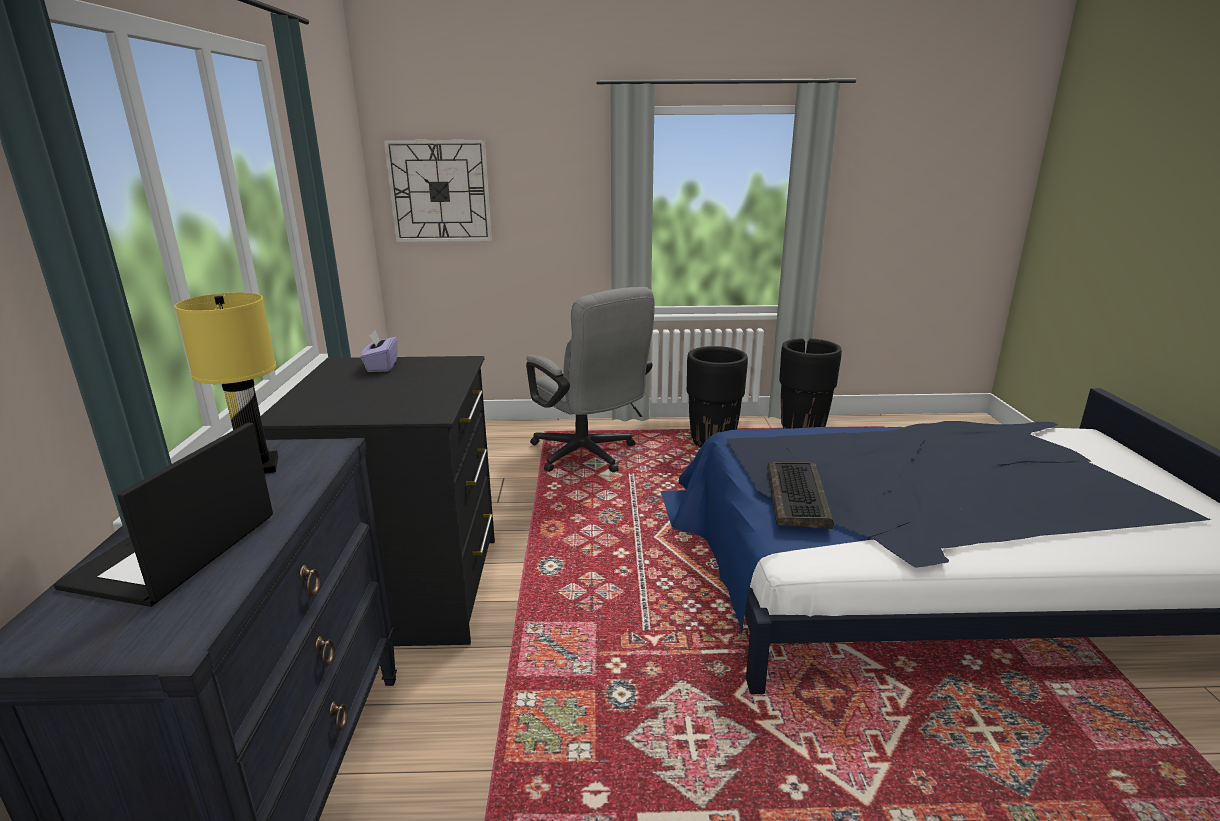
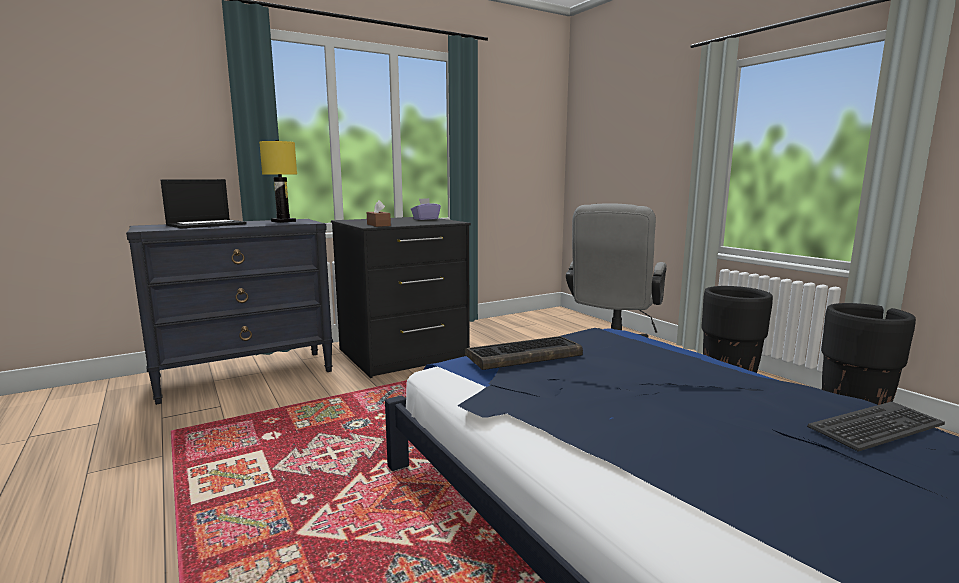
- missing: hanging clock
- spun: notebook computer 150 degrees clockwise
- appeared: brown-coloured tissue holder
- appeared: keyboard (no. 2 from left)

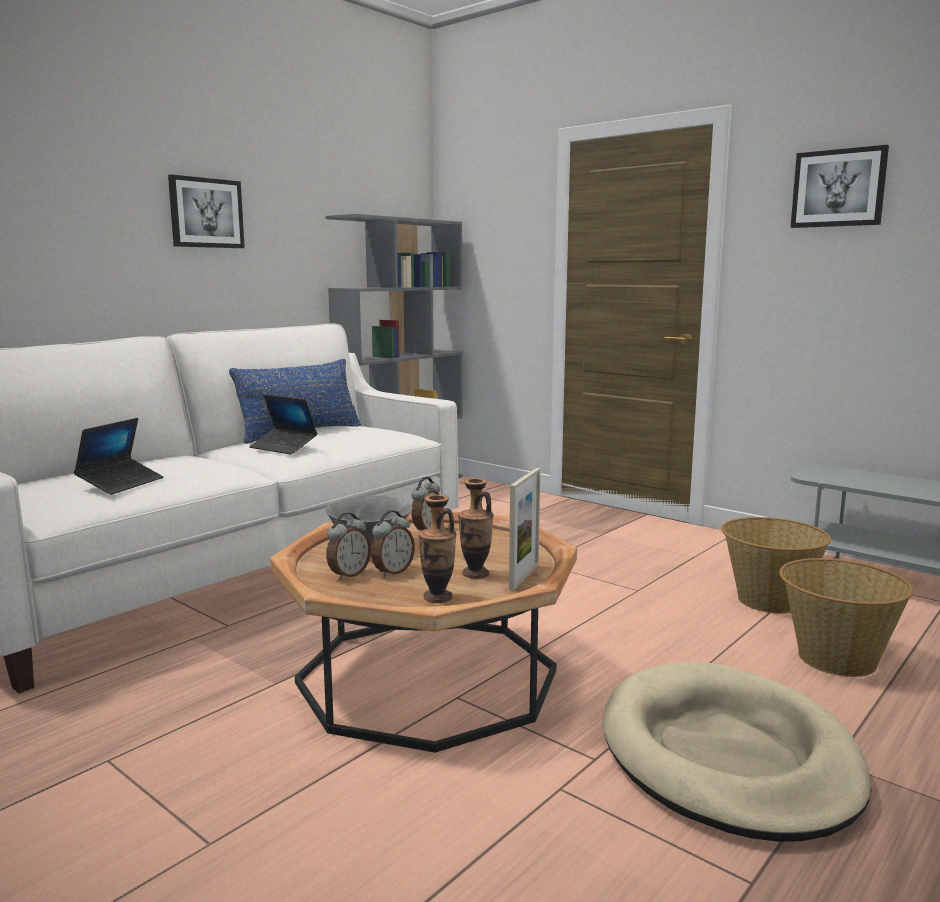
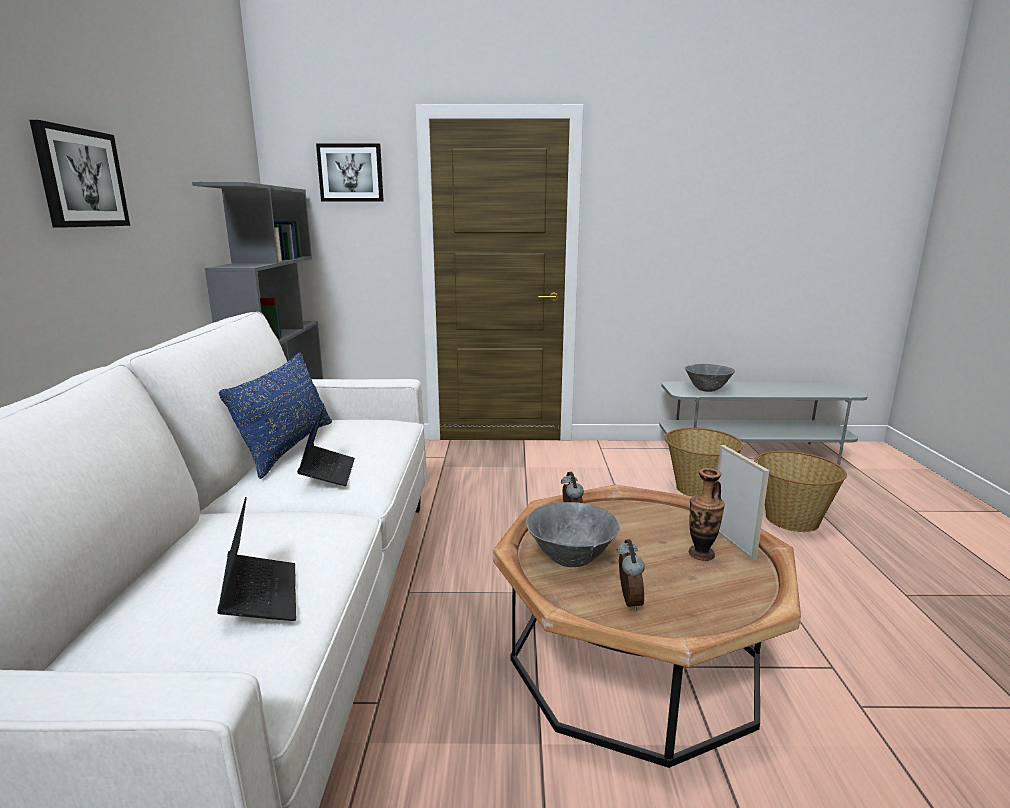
- relocated: wall picture (no. 2 from left)
- spun: notebook computer (no. 2 from left) 90 degrees counterclockwise
- missing: flower vase (no. 1 from left)
- missing: alarm clock (no. 2 from left)
- missing: sand-coloured dog cushion
- appeared: greyish serving bowl (no. 2 from left)

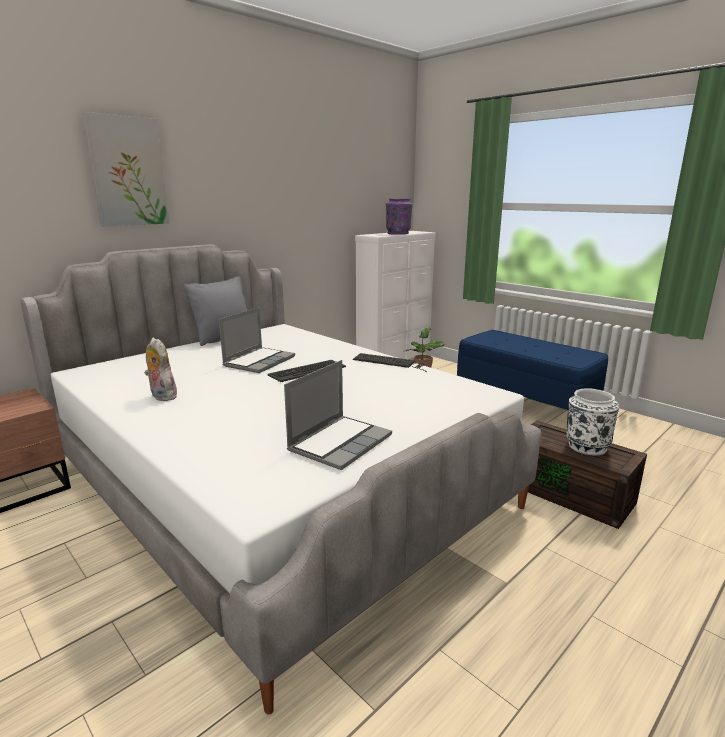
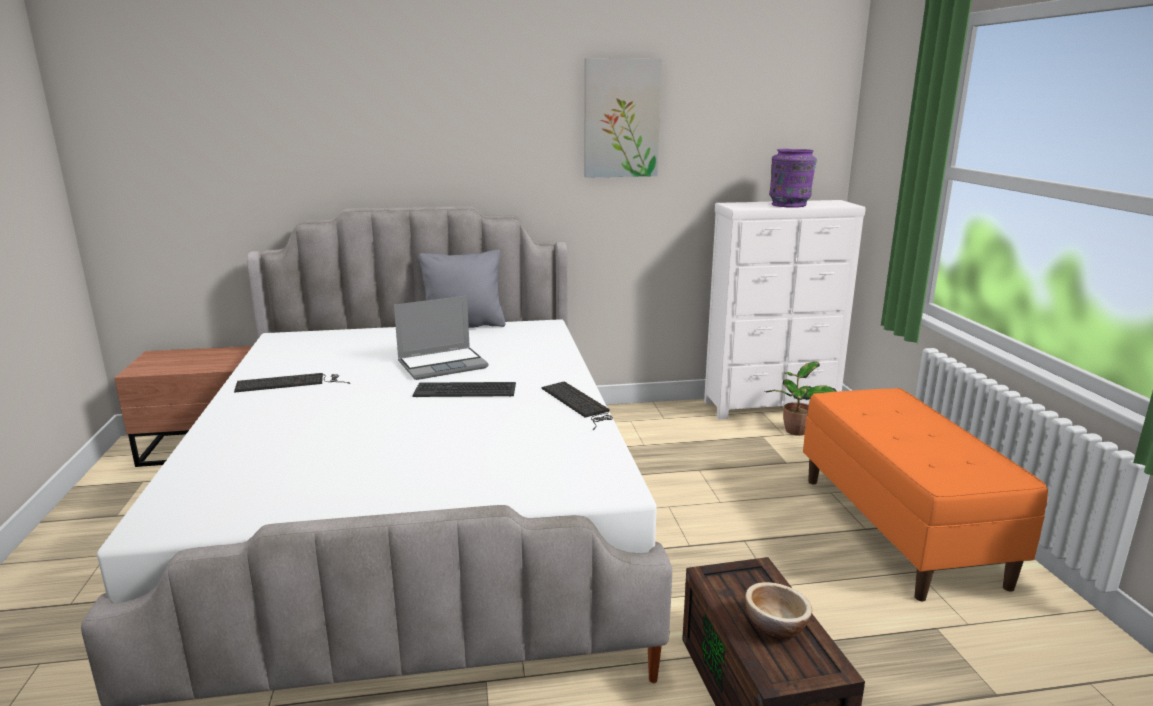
- relocated: wall picture
- colour: bluish indoor bench to orange indoor bench
- exchanged: soft toy to keyboard (no. 1 from left)
- missing: notebook computer (no. 2 from left)
- exchanged: white flower vase to serving bowl

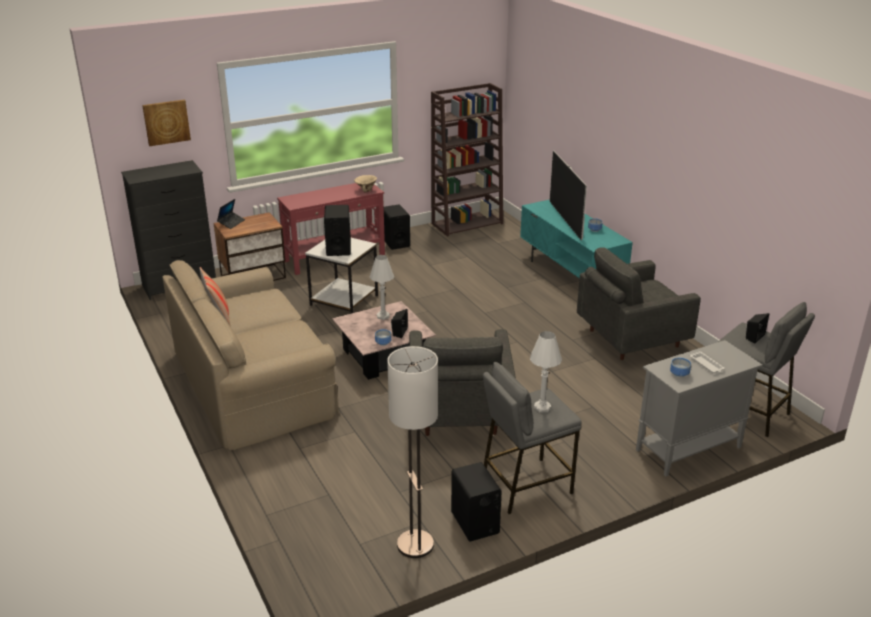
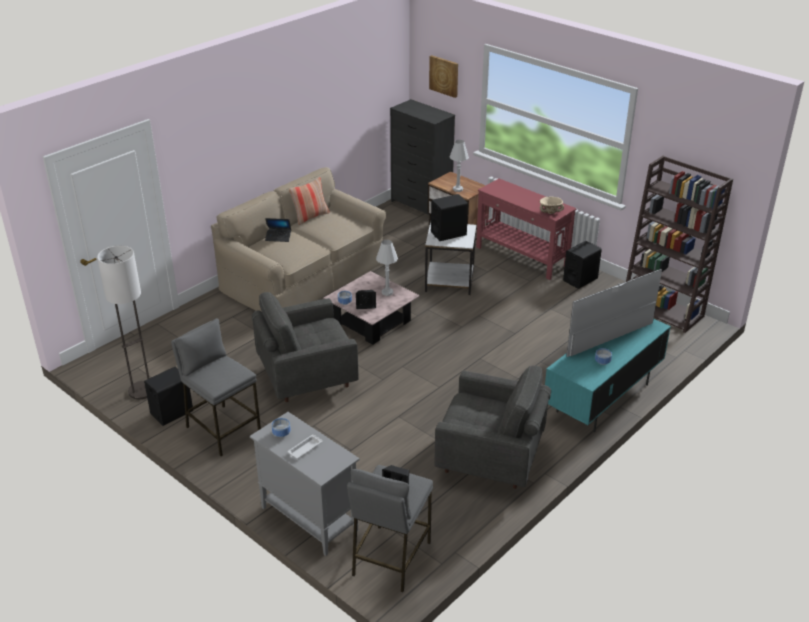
- relocated: notebook computer
- spun: greyish easy chair (no. 2 from left) 150 degrees clockwise
- relocated: white tabletop lamp (no. 2 from left)

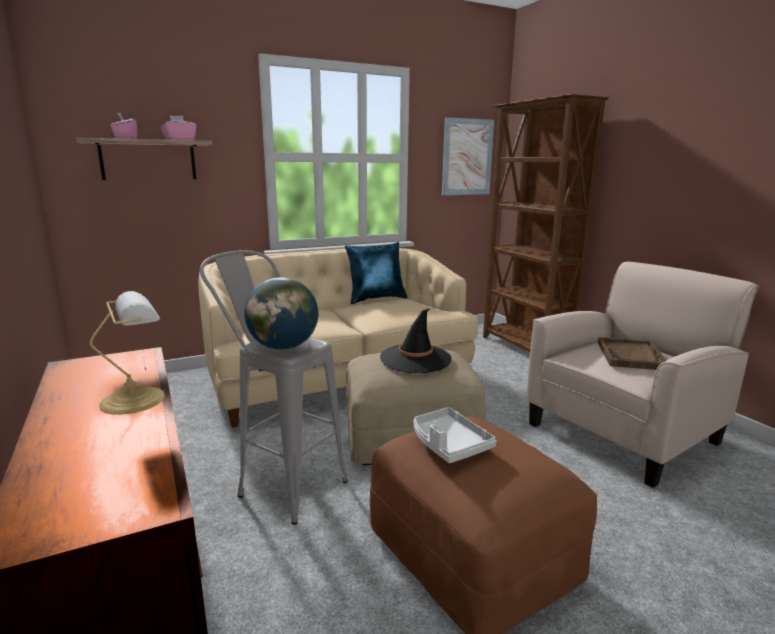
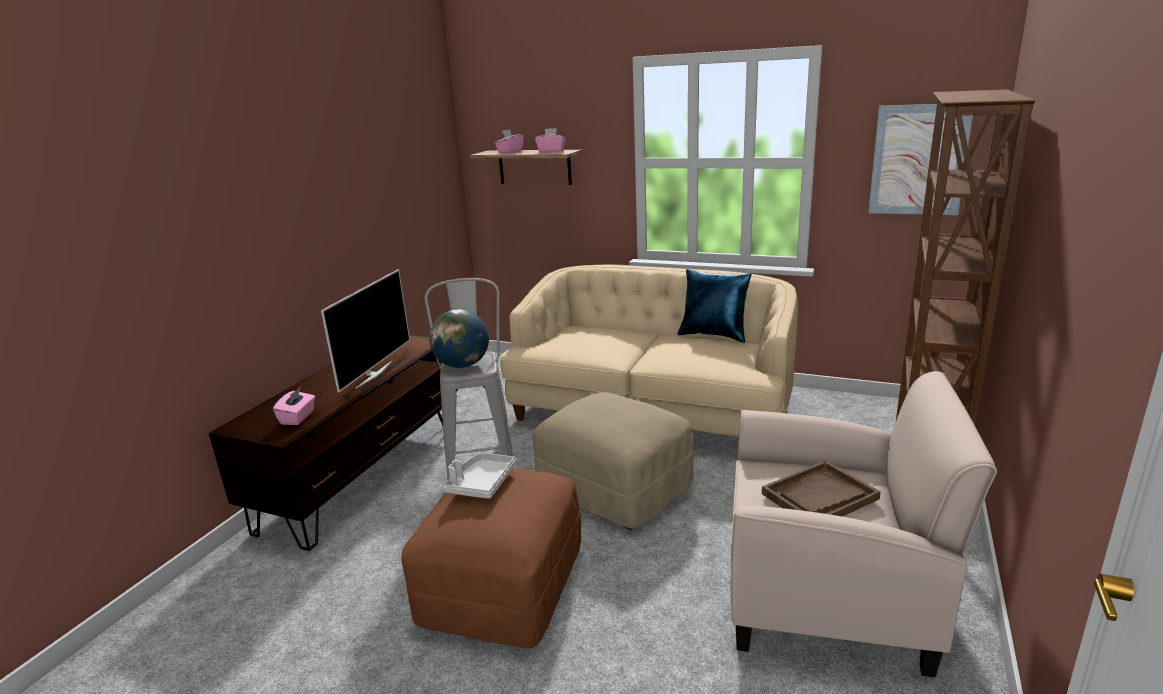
- exchanged: tabletop lamp to television
- missing: black wearable hat
- appeared: pinkish tissue holder (no. 1 from left)

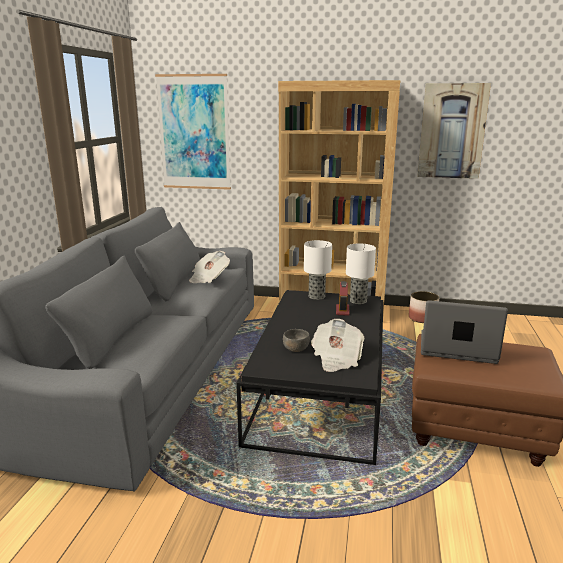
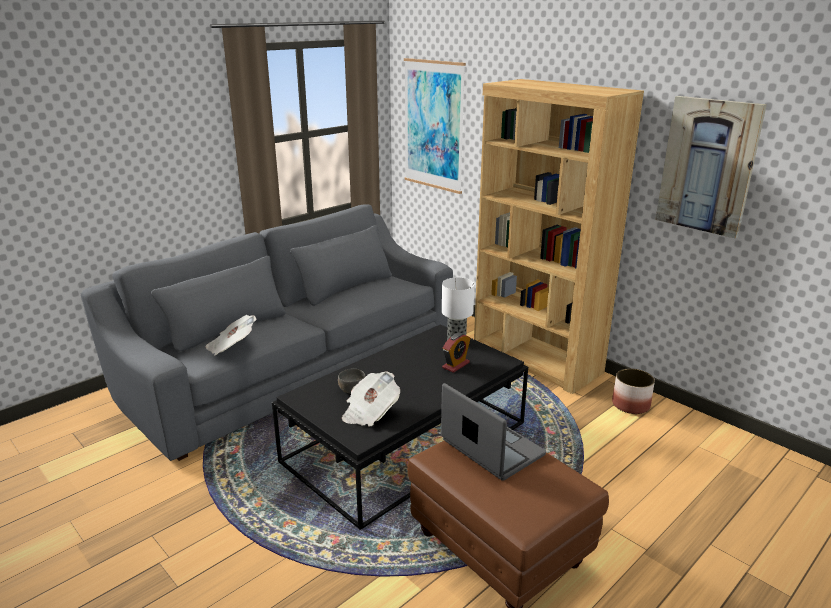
- missing: tabletop lamp (no. 2 from left)
- relocated: daily paper (no. 1 from left)

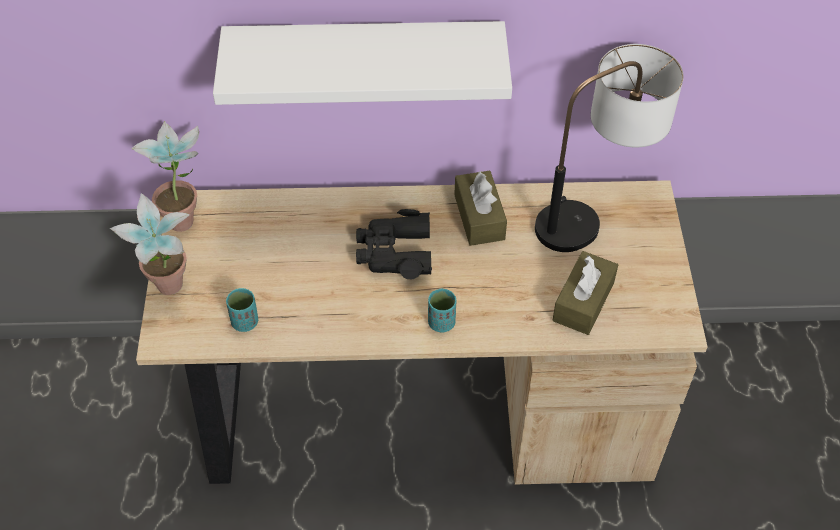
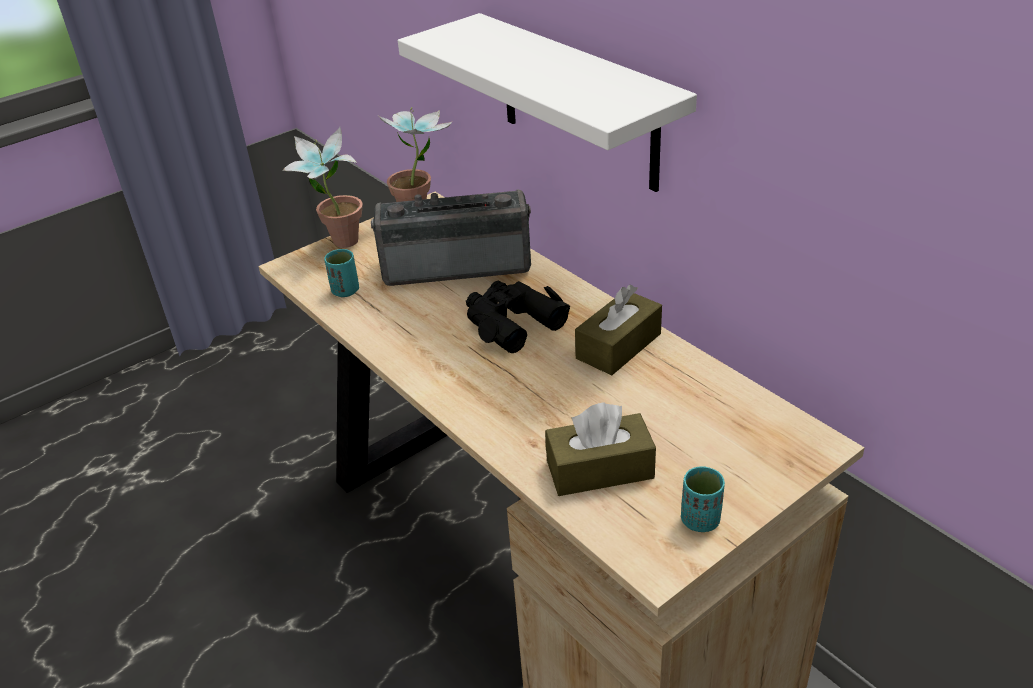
- missing: tabletop lamp
- relocated: turquoise-coloured cup (no. 2 from left)
- appeared: radio

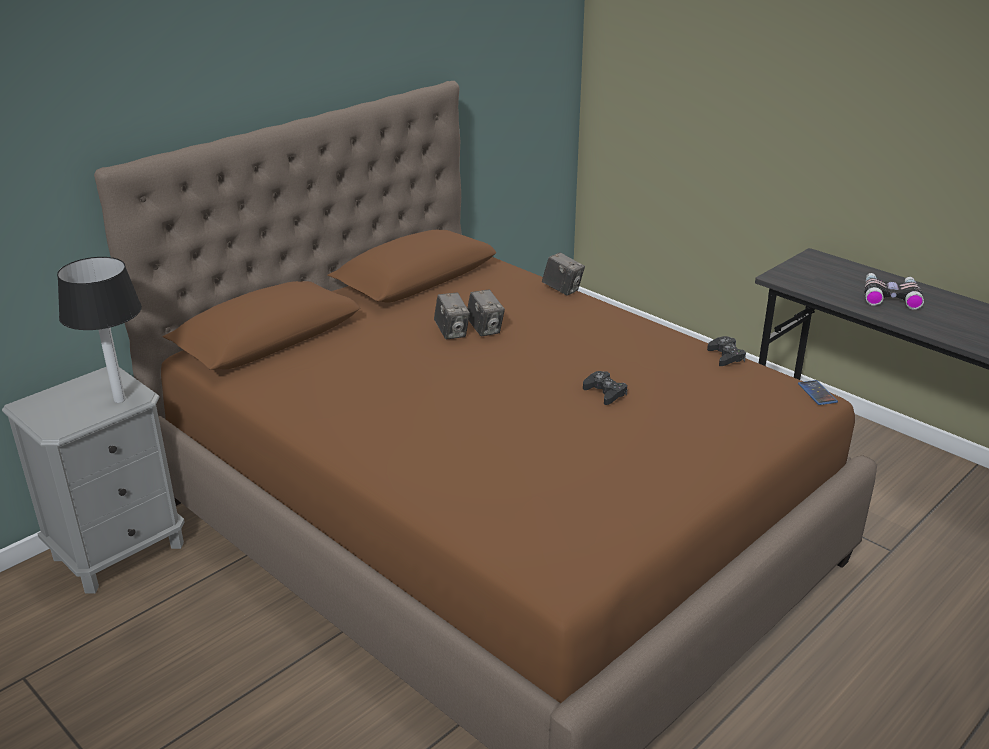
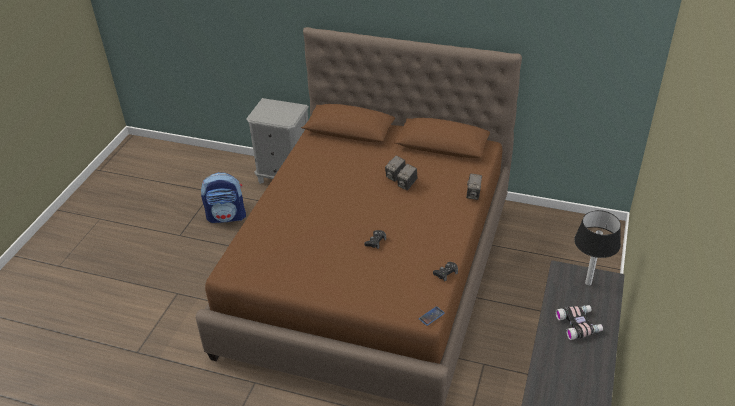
- relocated: tabletop lamp
- appeared: knapsack

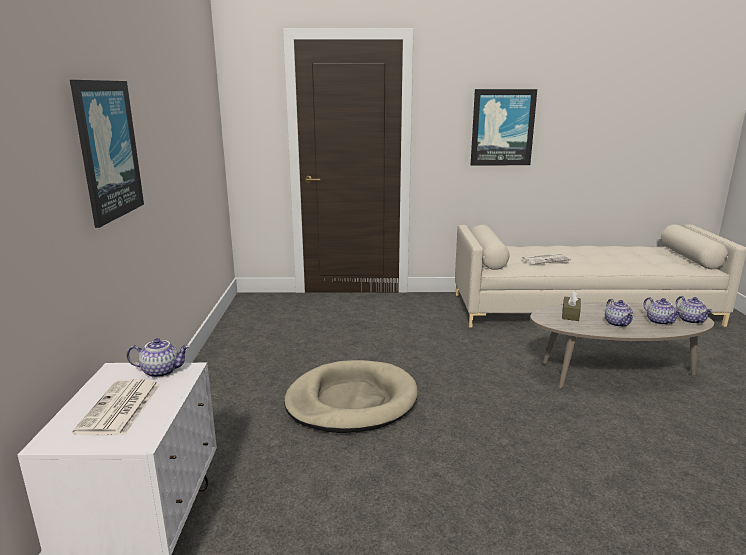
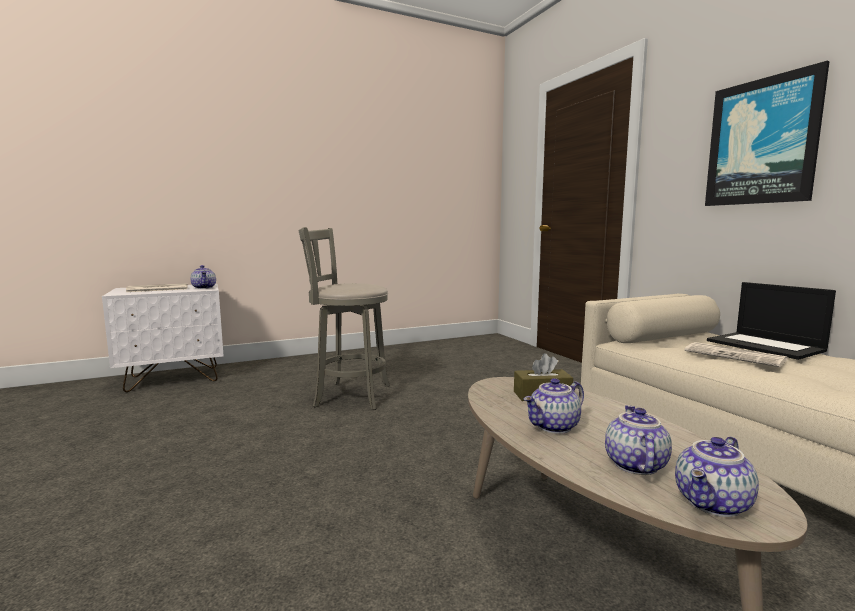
- missing: wall picture (no. 1 from left)
- spun: tea pot (no. 3 from left) 150 degrees clockwise
- exchanged: sand-coloured dog cushion to greyish stool
- appeared: notebook computer

